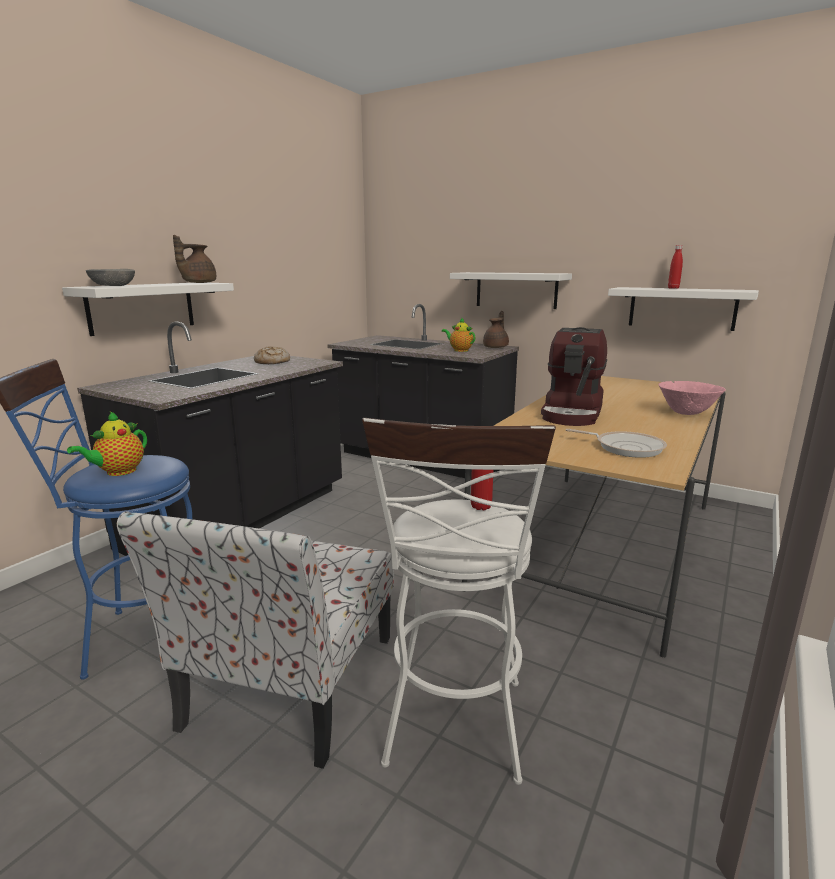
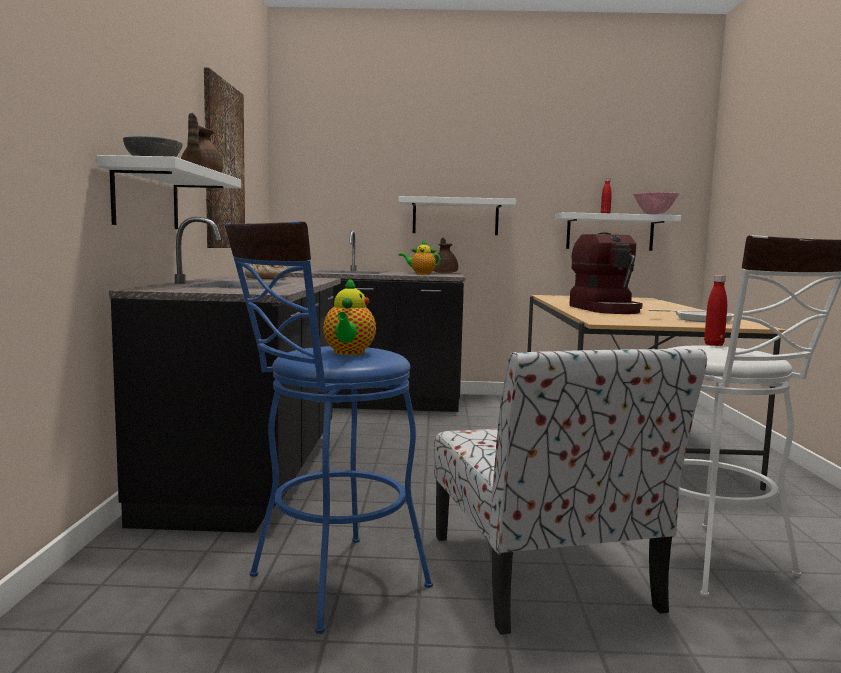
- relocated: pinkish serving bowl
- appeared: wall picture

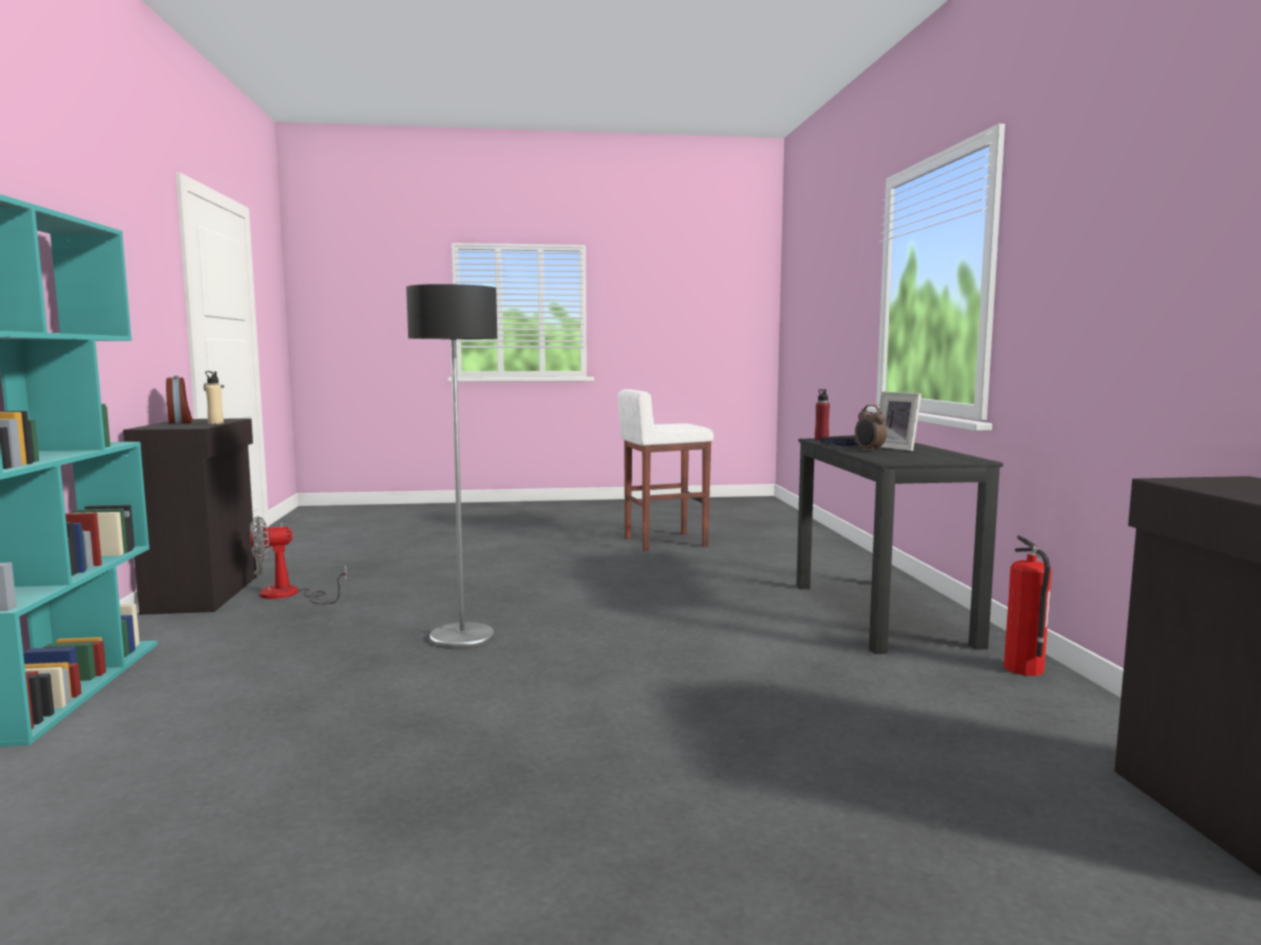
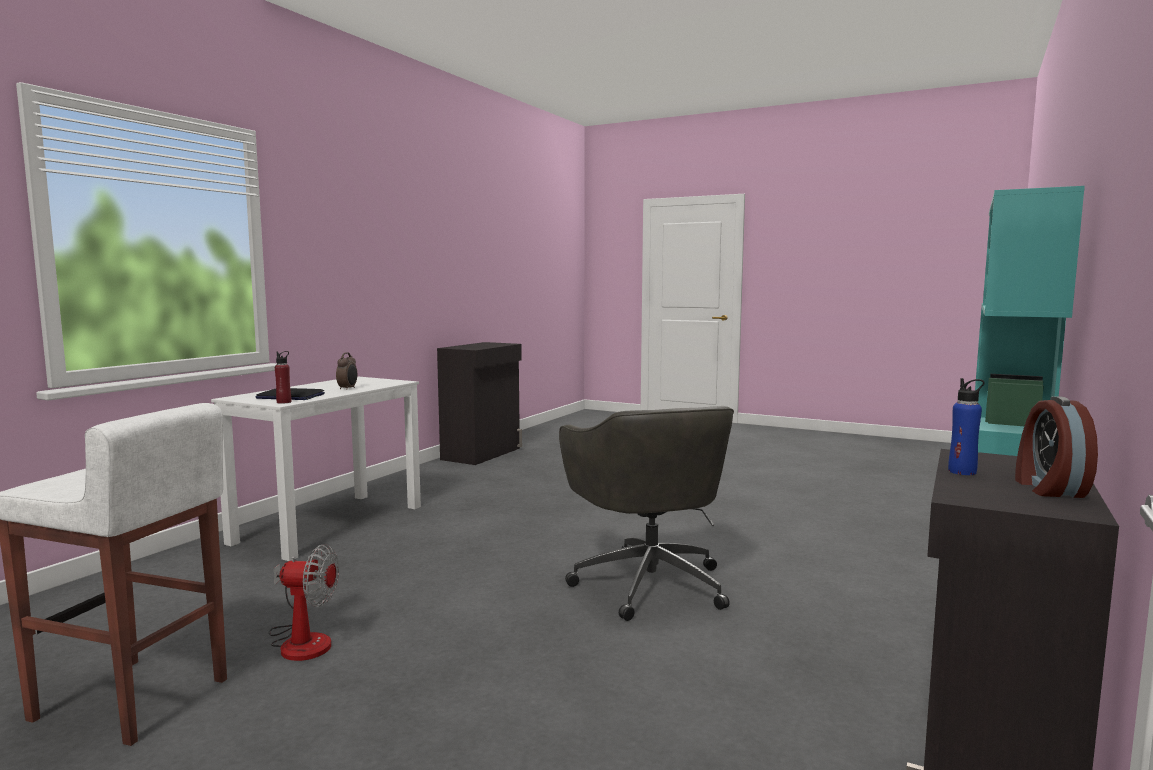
- exchanged: standing lamp to greyish computer chair
- colour: sand-coloured drink bottle to bluish drink bottle
- missing: picture frame
- colour: black desk unit to white desk unit
- relocated: electric fan
- missing: extinguisher

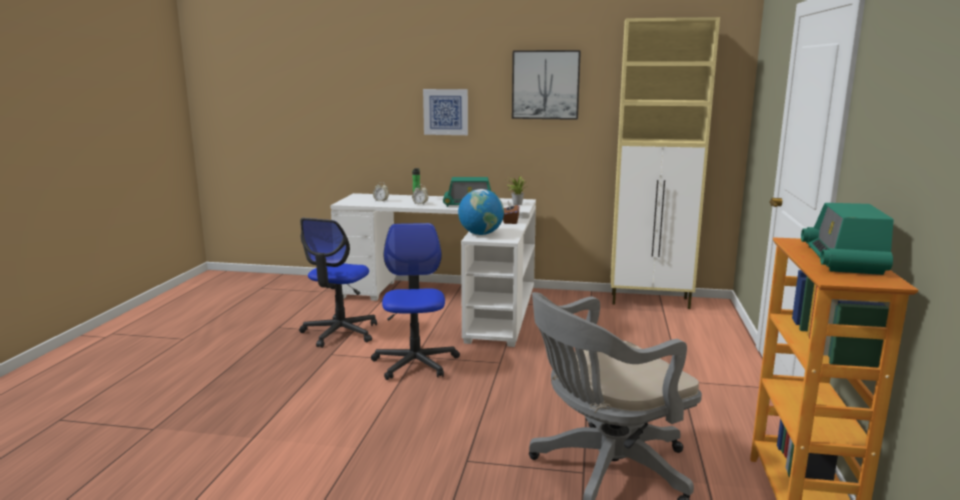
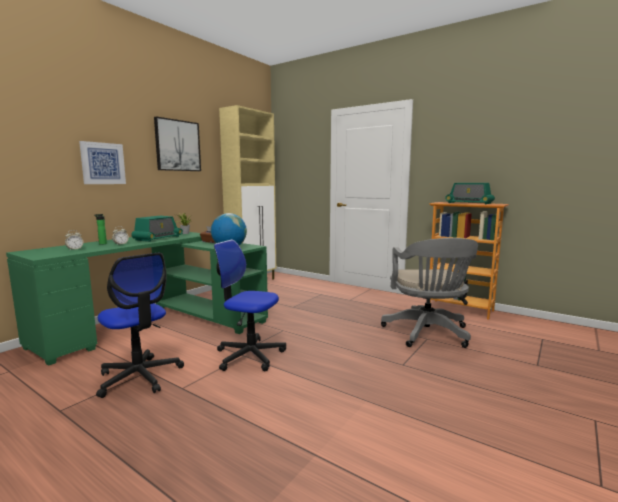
- colour: white desk unit to green desk unit

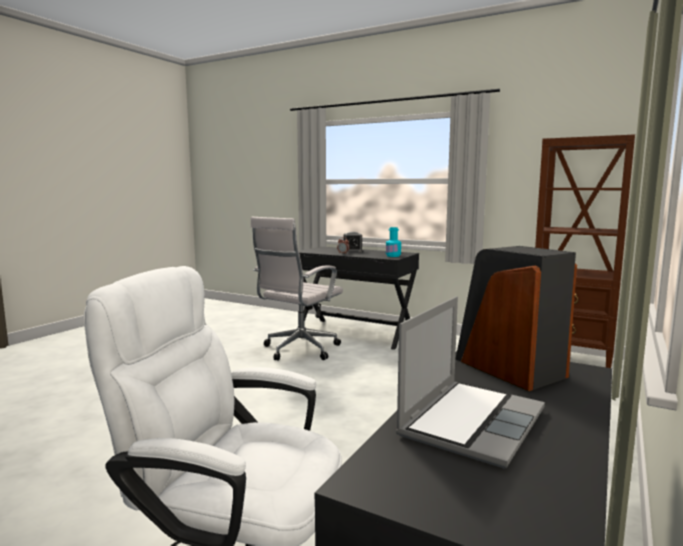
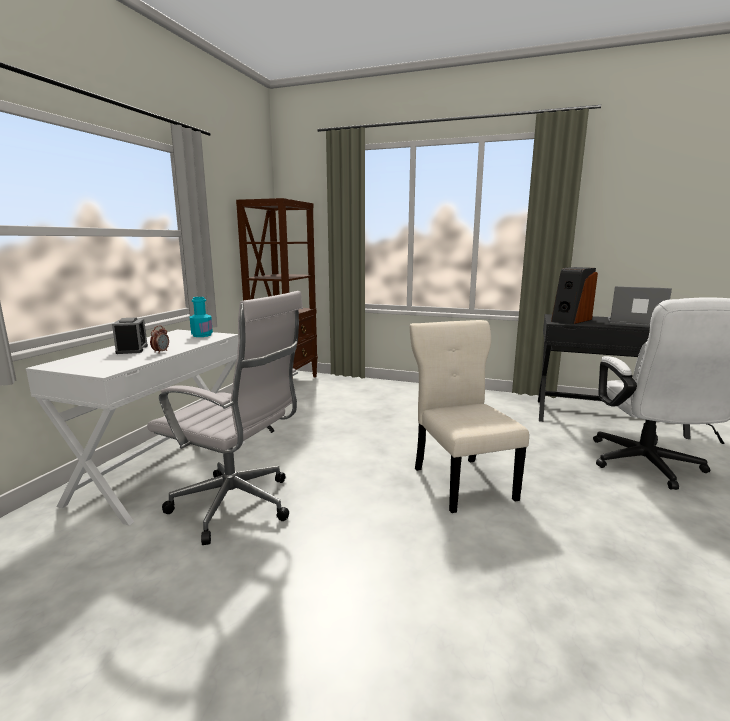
- colour: black desk unit (no. 1 from left) to white desk unit
- appeared: sand-coloured chair

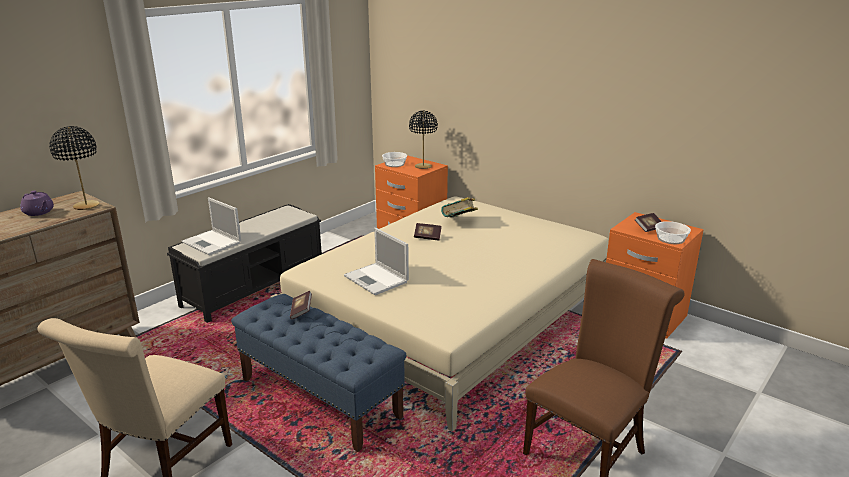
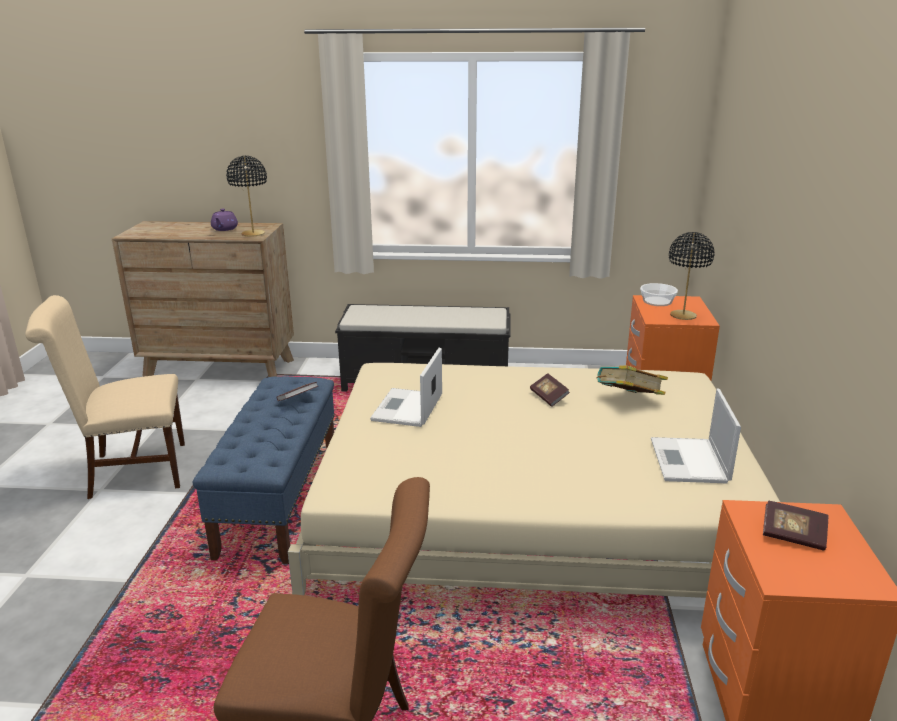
- relocated: notebook computer (no. 1 from left in the first image) to notebook computer (no. 2 from left)
- missing: serving bowl (no. 2 from left)

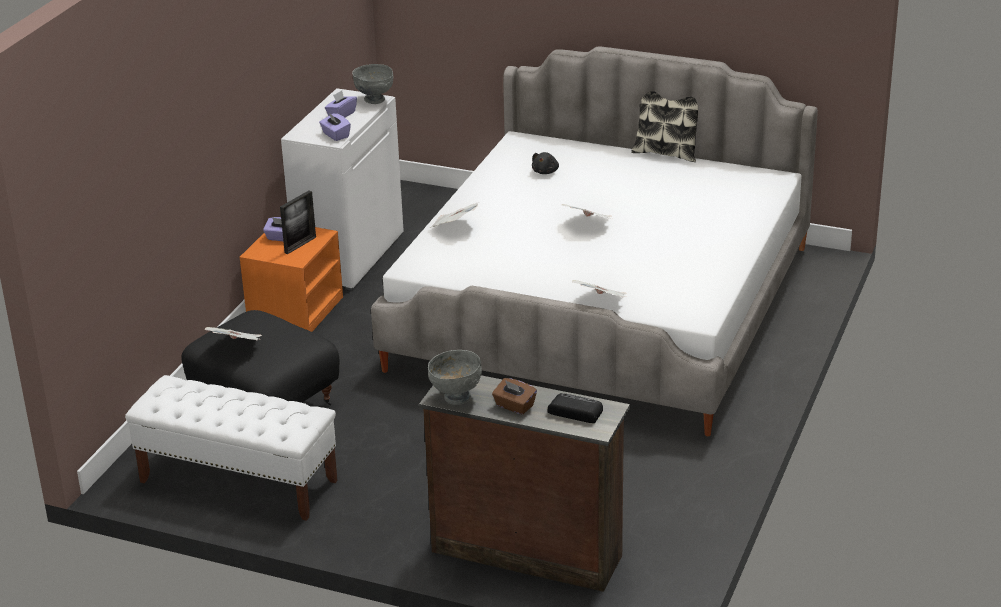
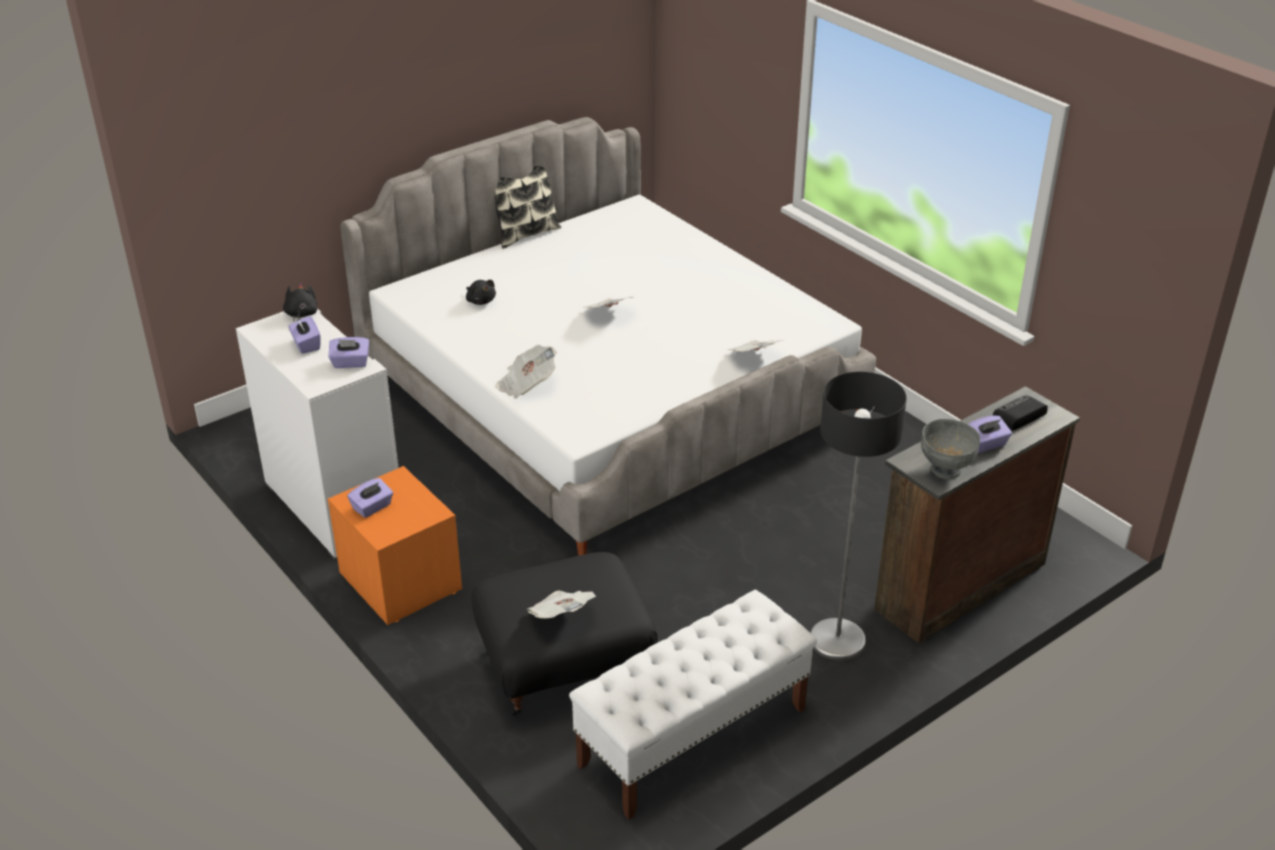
- exchanged: greyish serving bowl (no. 1 from left) to black soft toy (no. 1 from left)
- missing: picture frame
- colour: brown-coloured tissue holder to purple tissue holder (no. 4 from left)
- appeared: standing lamp

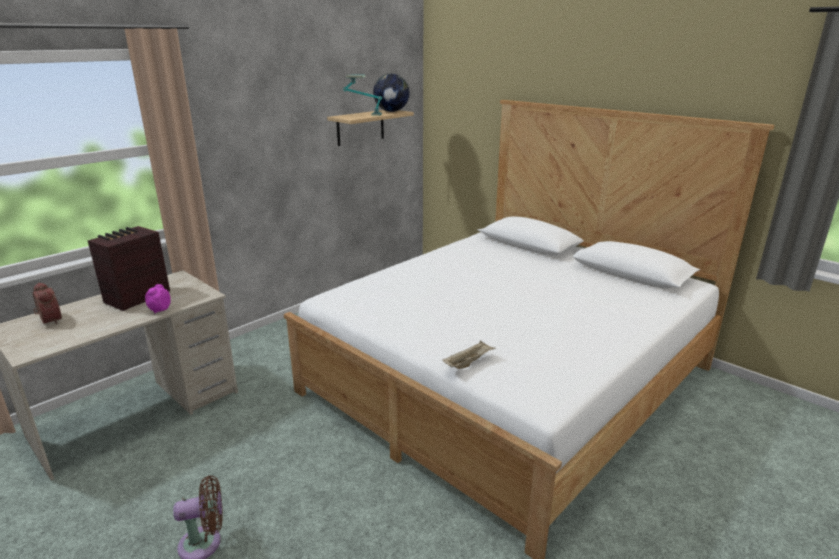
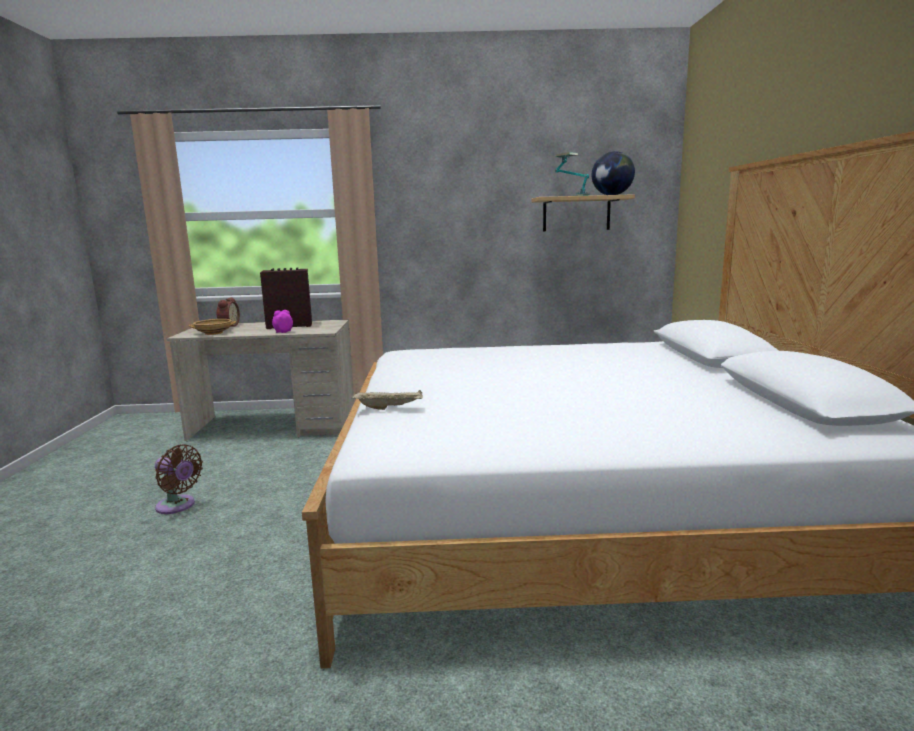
- appeared: sand-coloured serving bowl

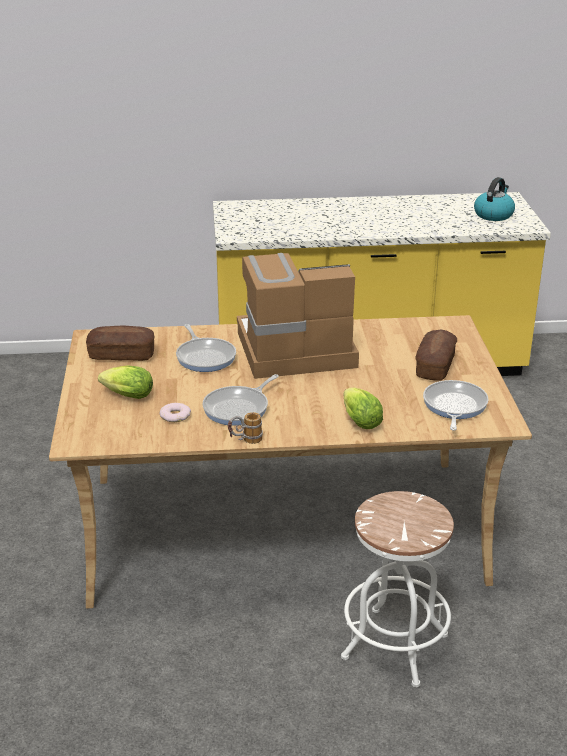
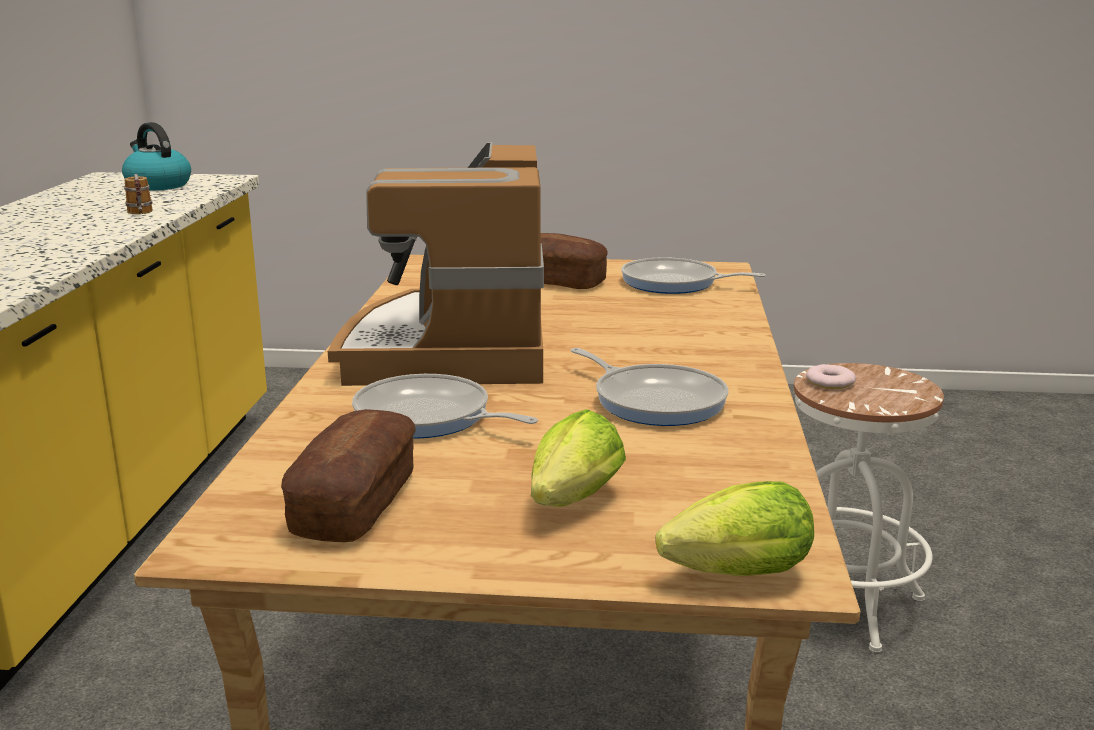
- spun: frying pan (no. 1 from left) 135 degrees counterclockwise
- relocated: head of lettuce (no. 2 from left)
- relocated: donut
- relocated: tea mug

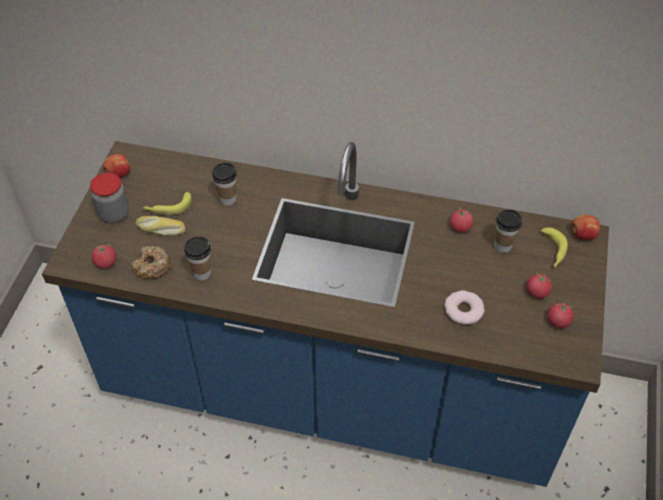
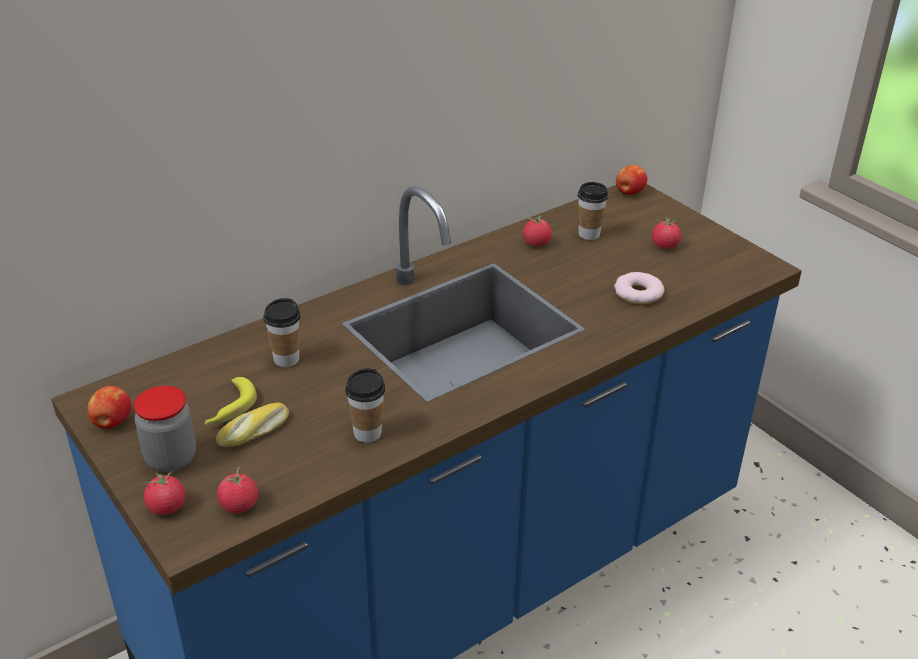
- missing: whole banana (no. 2 from left)
- missing: donut (no. 1 from left)
- relocated: tomato (no. 4 from left in the first image) to tomato (no. 1 from left)

